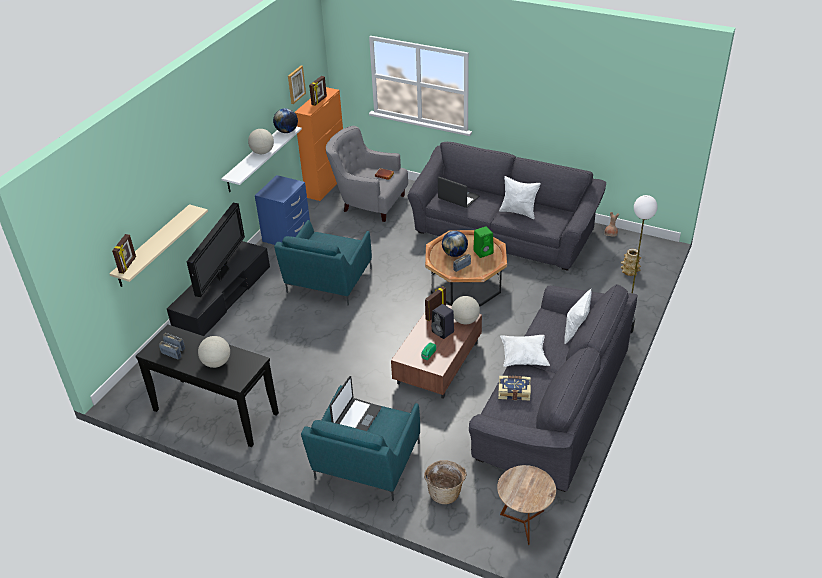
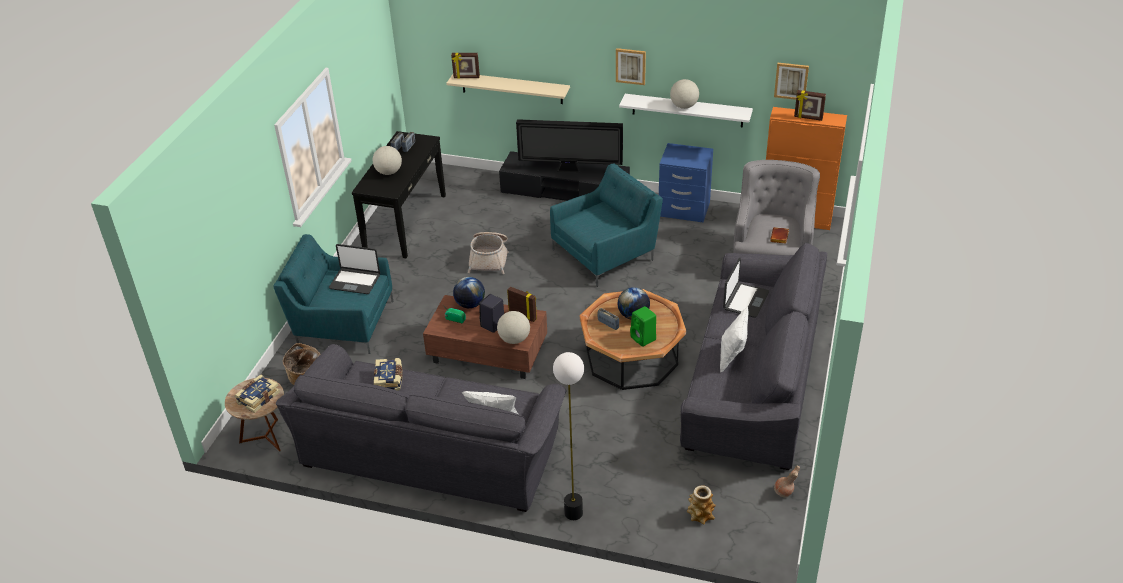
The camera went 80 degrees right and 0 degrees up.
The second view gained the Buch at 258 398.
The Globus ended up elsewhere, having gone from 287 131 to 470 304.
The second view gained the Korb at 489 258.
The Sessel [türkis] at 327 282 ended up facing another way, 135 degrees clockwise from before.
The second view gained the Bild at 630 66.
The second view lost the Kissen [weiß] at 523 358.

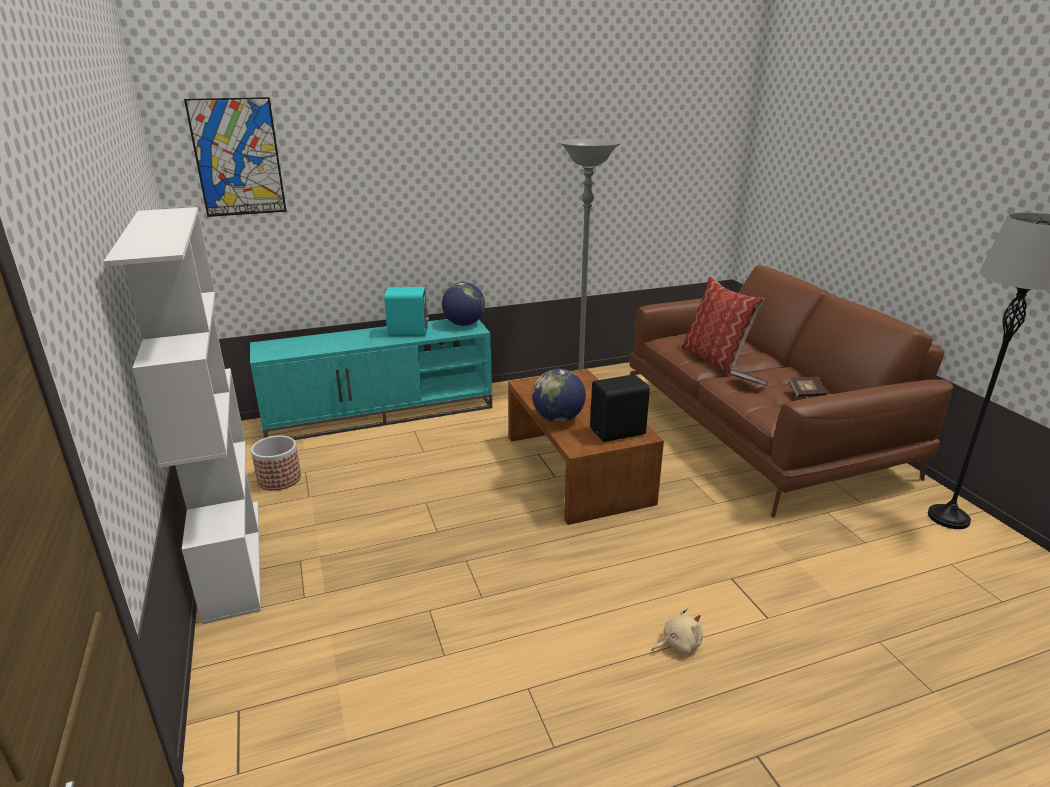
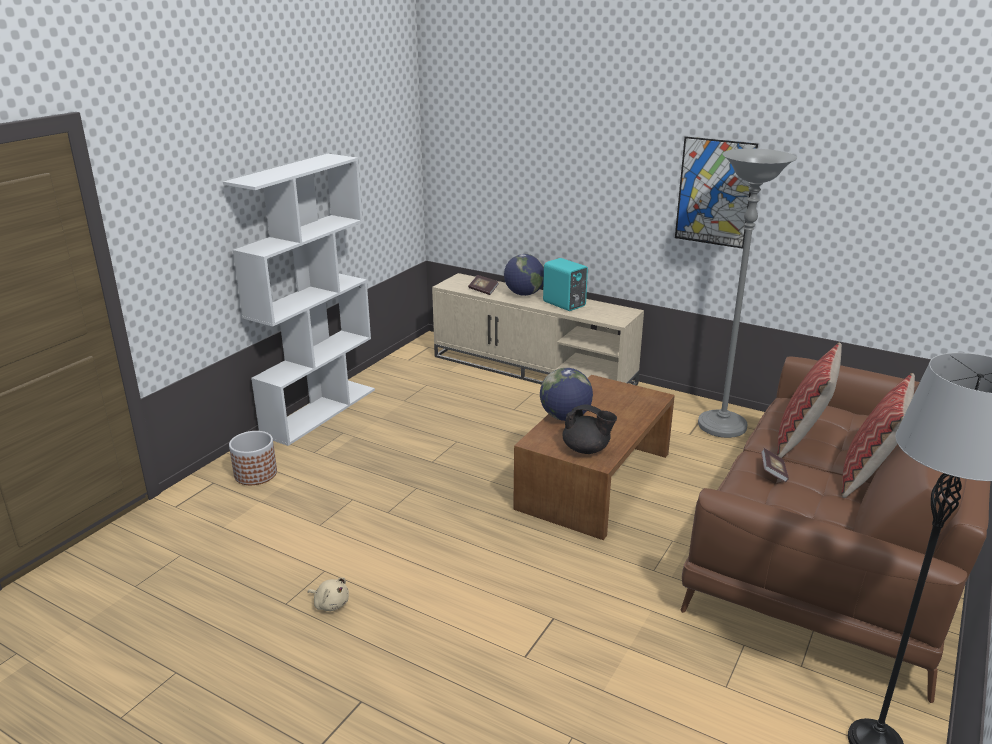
The camera went 50 degrees right and 0 degrees up.
The Pflanzkübel ended up elsewhere, having gone from 279 479 to 256 474.
The Plüschtier [beige] ended up elsewhere, having gone from 678 644 to 330 603.
What was the Fernsehschrank [türkis] at 381 413 turned into the Fernsehschrank [beige] at 534 370.
The Buch ended up elsewhere, having gone from 806 393 to 483 290.
The Globus ended up elsewhere, having gone from 464 324 to 524 294.
Where the Lautsprecher [schwarz] stood at 619 432, the Teekanne [schwarz] came to stand at 586 449.
The Bild ended up elsewhere, having gone from 237 157 to 714 192.
The second view gained the Kissen at 867 477.

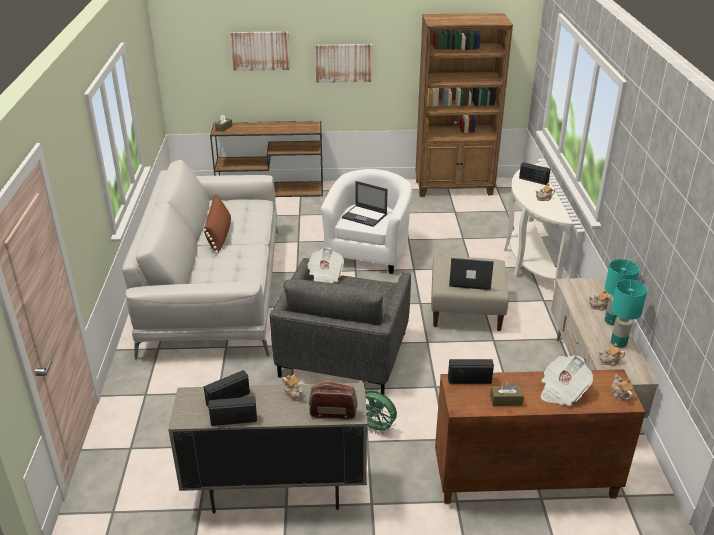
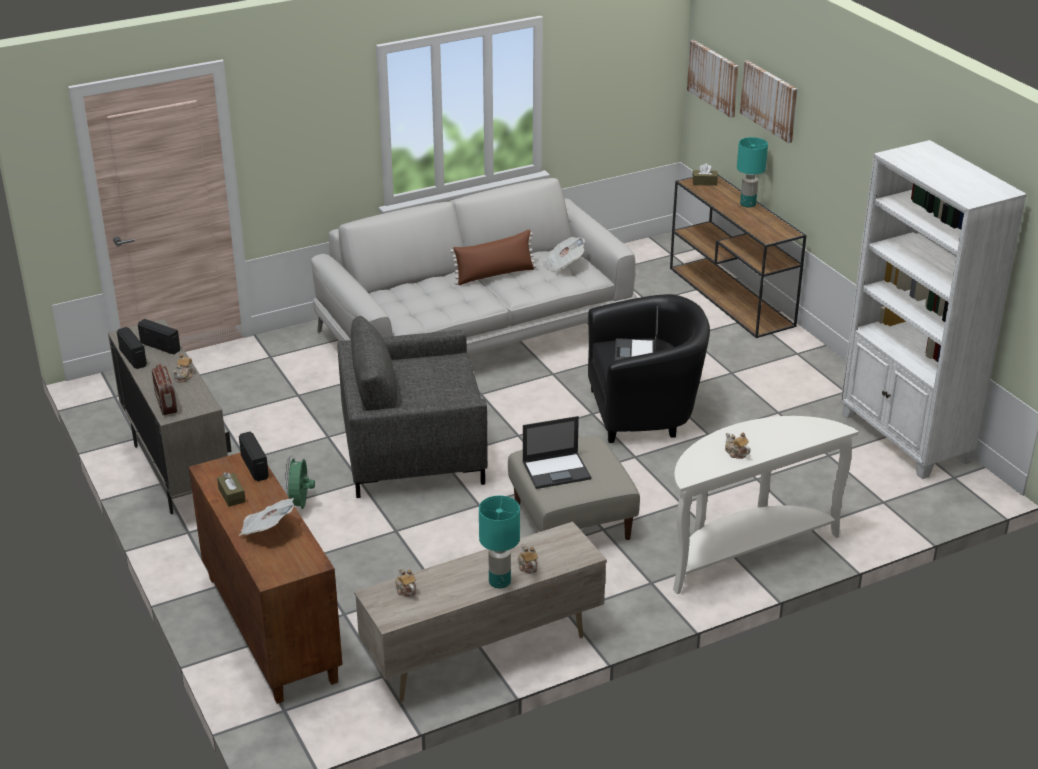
The camera went 65 degrees right and 0 degrees up.
The Laptop at 469 279 ended up facing another way, 90 degrees clockwise from before.
The Zeitung ended up elsewhere, having gone from 325 276 to 562 264.
What was the Sessel [weiß] at 369 252 turned into the Sessel [schwarz] at 645 412.
The Bild ended up elsewhere, having gone from 343 63 to 714 77.
The Tischlampe [türkis] ended up elsewhere, having gone from 619 343 to 748 204.
What was the Bücherregal [braun] at 454 188 turned into the Bücherregal [weiß] at 905 438.
The second view lost the Radio at 533 180.
The second view lost the Teekanne at 620 394.

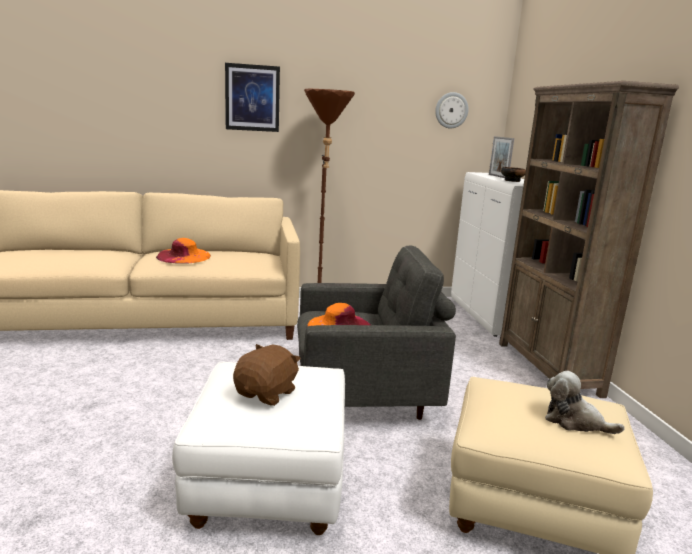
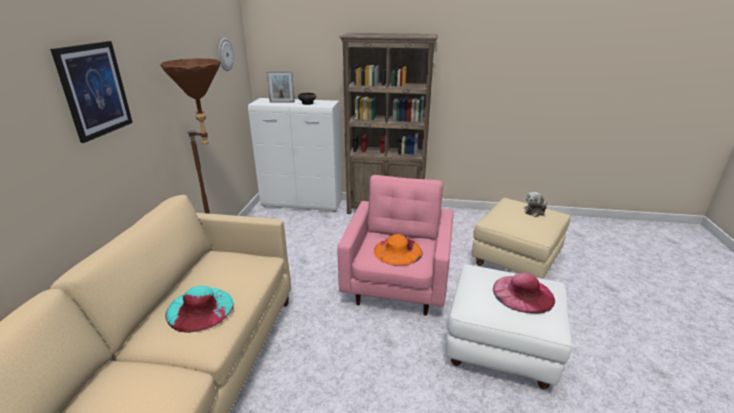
The camera went 70 degrees left and 10 degrees up.
What was the Hut [orange] at 184 256 turned into the Hut [türkis] at 200 309.
What was the Sessel [grau] at 365 395 turned into the Sessel [rosa] at 398 284.
Where the Plüschtier [braun] stood at 267 393, the Hut [rosa] came to stand at 523 293.

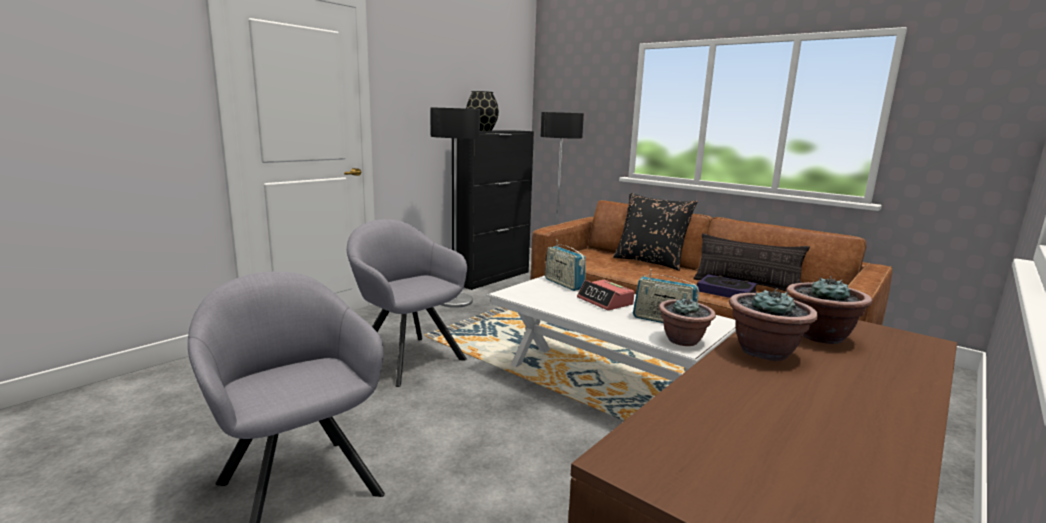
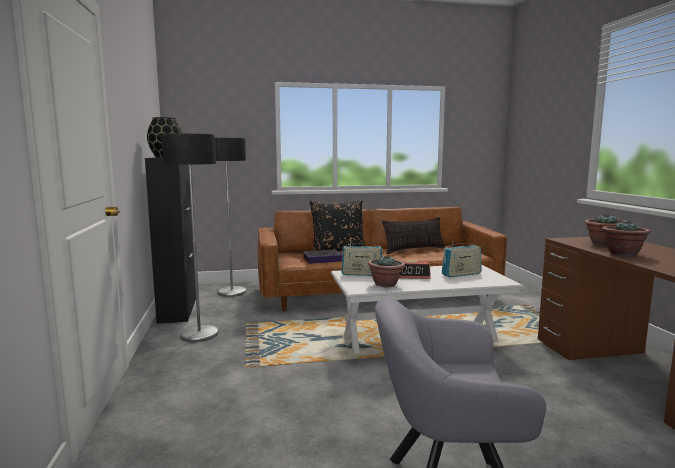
The camera went 50 degrees left and 5 degrees down.
The Buch ended up elsewhere, having gone from 726 291 to 322 259.
The Topfpflanze ended up elsewhere, having gone from 683 340 to 385 284.
The second view lost the Sessel [grau] at 406 357.

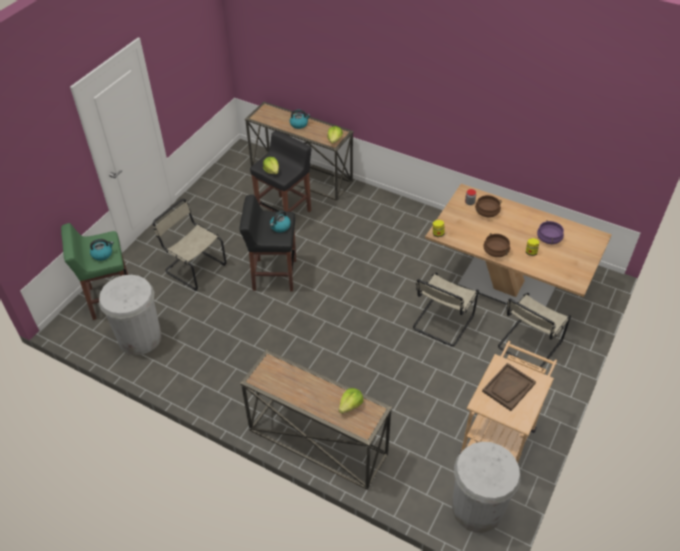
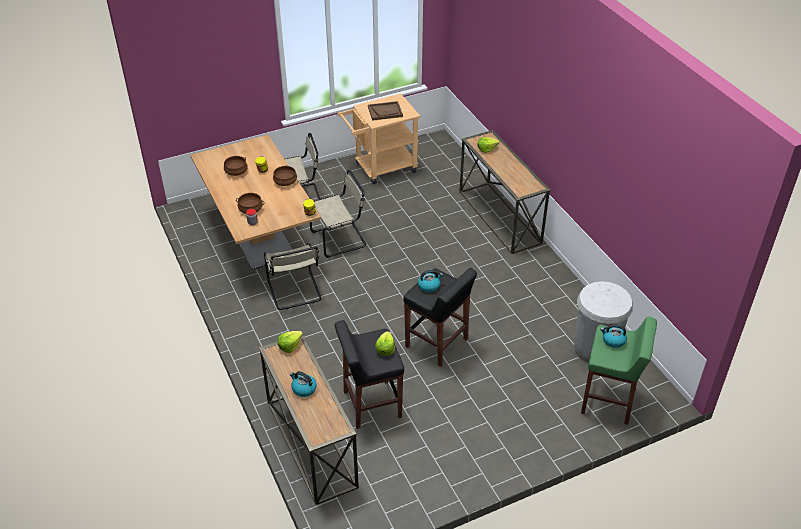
The camera went 145 degrees left and 5 degrees down.
What was the Kochtopf [lila] at 548 238 turned into the Kochtopf [braun] at 236 172.
The Stuhl [beige] ended up elsewhere, having gone from 194 267 to 295 292.
The second view lost the Mülleimer [weiß] at 477 508.

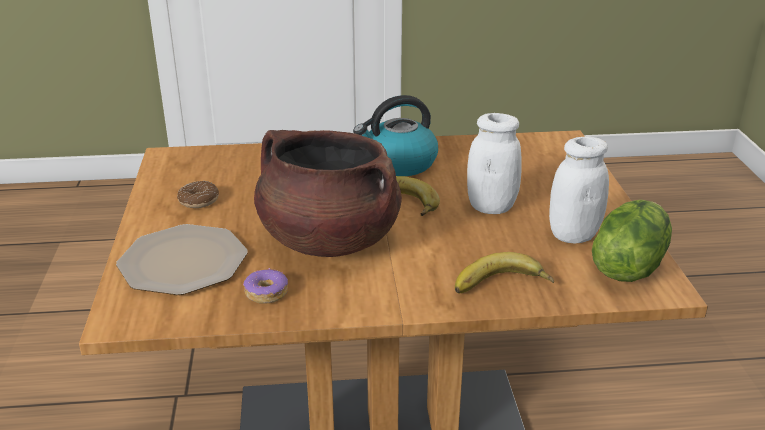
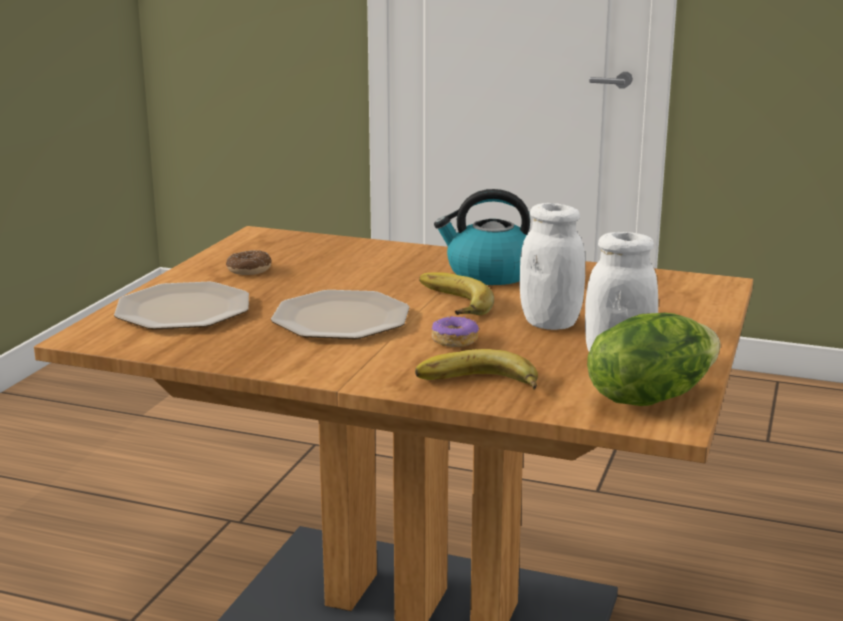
The camera went 25 degrees right and 10 degrees down.
Where the Kochtopf [braun] stood at 328 240, the Teller came to stand at 339 318.
The Donut ended up elsewhere, having gone from 266 293 to 454 340.

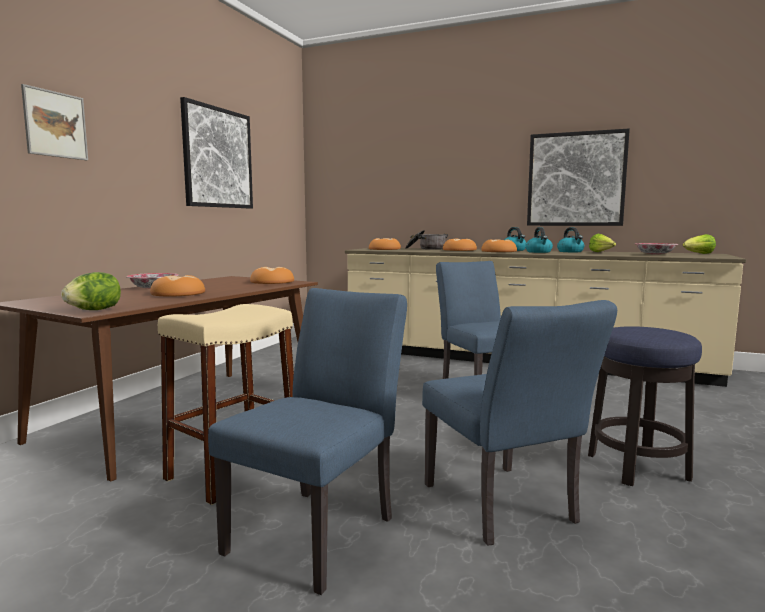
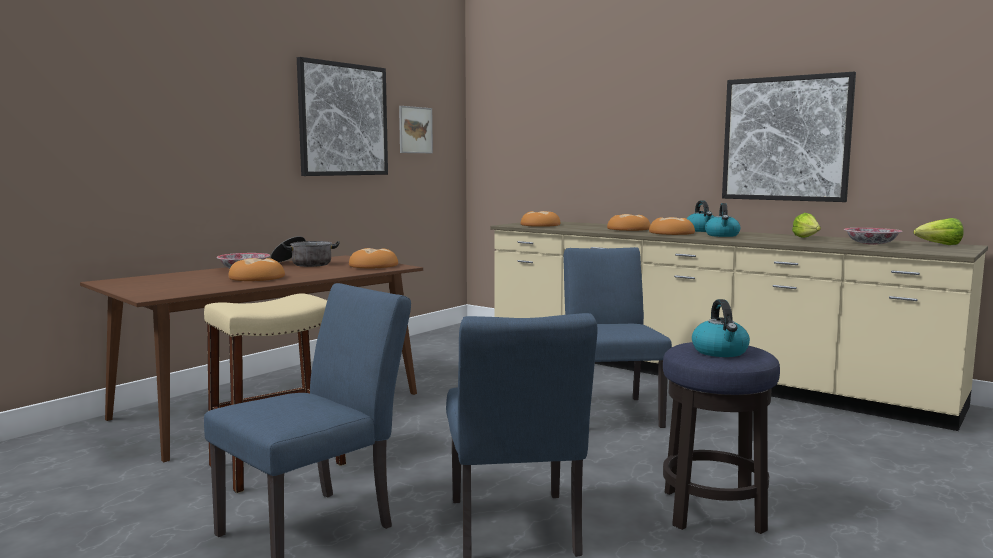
The camera went 15 degrees right and 0 degrees up.
The Kochtopf ended up elsewhere, having gone from 426 249 to 303 264.
The Bild ended up elsewhere, having gone from 55 124 to 415 130.
The Wasserkessel ended up elsewhere, having gone from 570 251 to 720 352.
The second view lost the Salatkopf at 94 310.

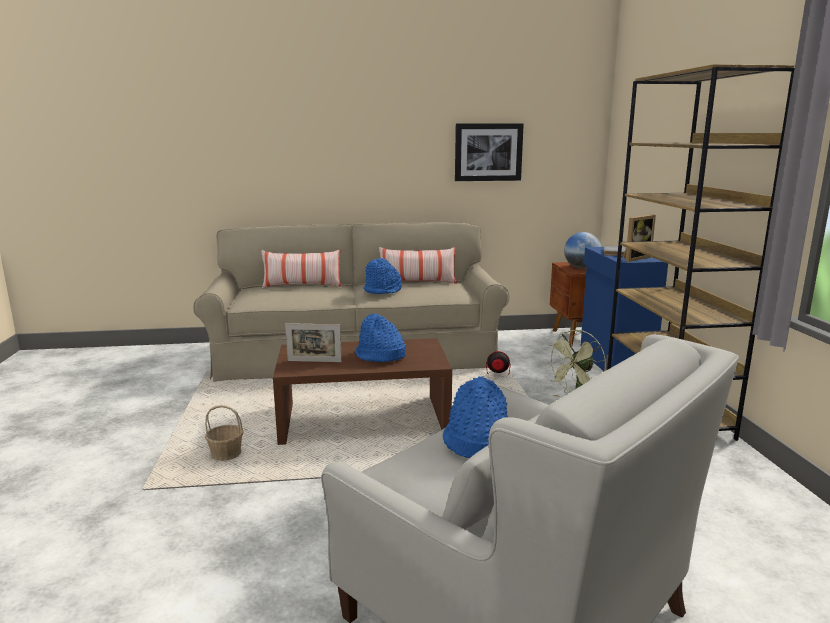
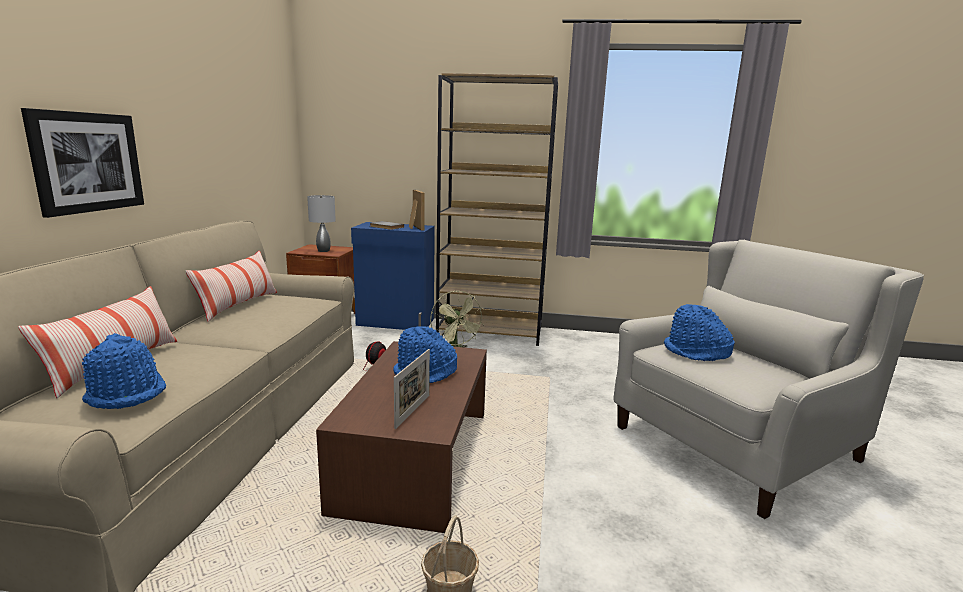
The camera went 75 degrees left and 0 degrees up.
The Bild ended up elsewhere, having gone from 488 152 to 87 162.
The Hut [blau] ended up elsewhere, having gone from 383 290 to 126 393.
Where the Globus stood at 581 268, the Tischlampe [grau] came to stand at 324 250.

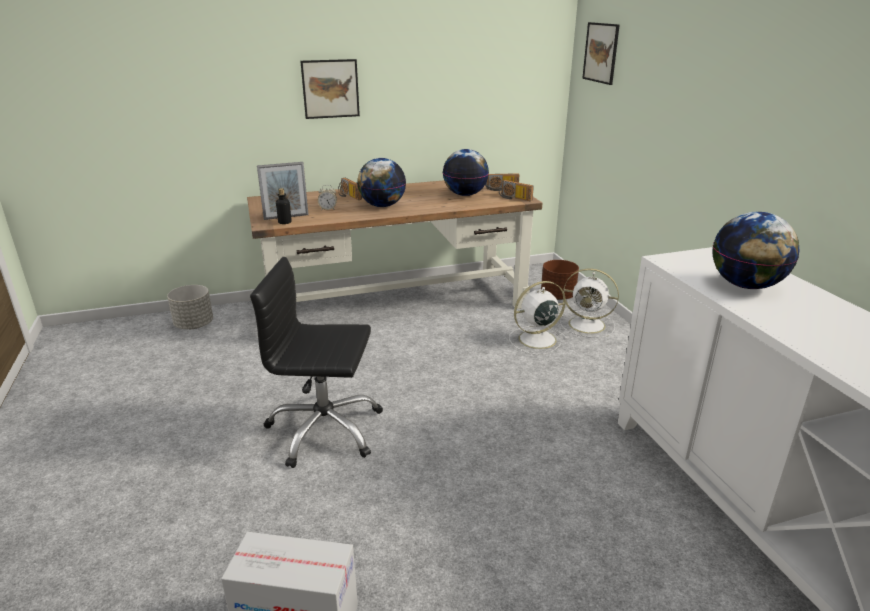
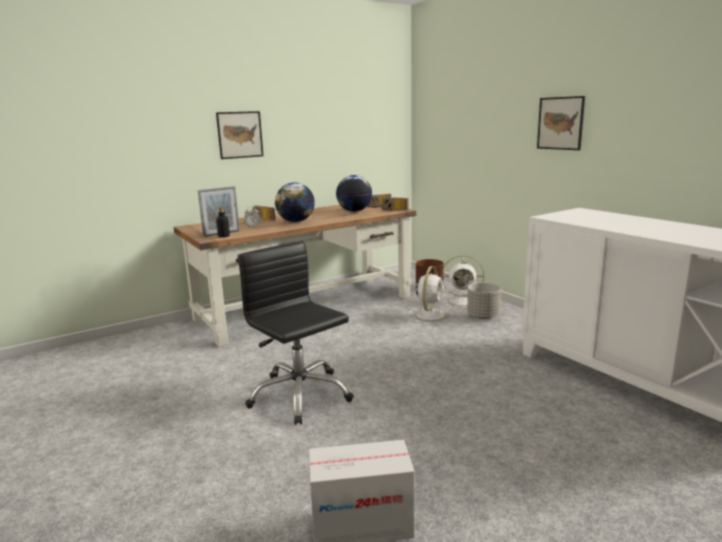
The camera went 15 degrees left and 10 degrees down.
The Bürostuhl [schwarz] at 325 430 ended up facing another way, 60 degrees clockwise from before.
The Ventilator [weiß] at 535 340 ended up facing another way, 150 degrees clockwise from before.
The Pflanzkübel [grau] ended up elsewhere, having gone from 194 325 to 483 316.
The Bild ended up elsewhere, having gone from 601 53 to 560 123.
The second view lost the Globus at 745 285.

